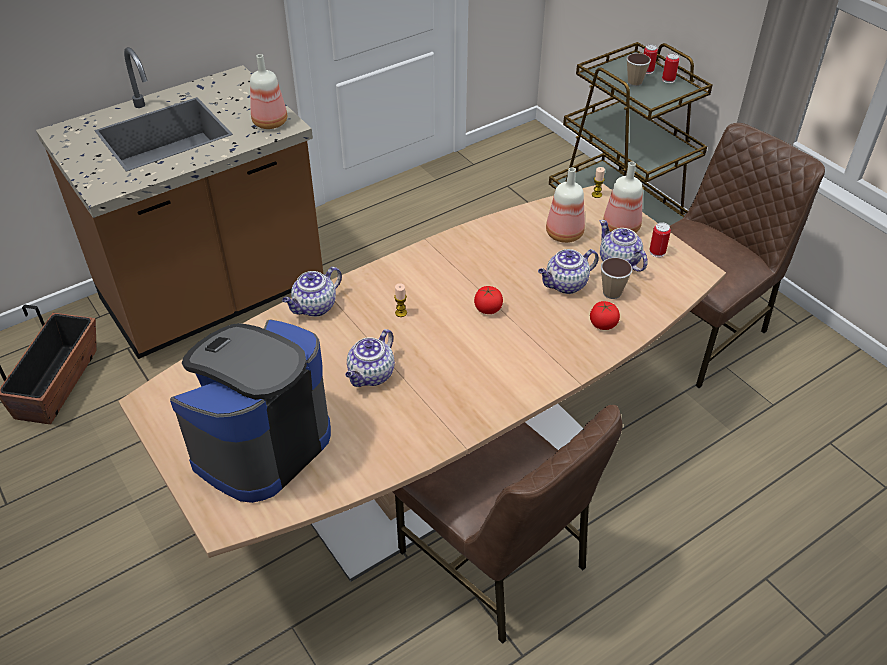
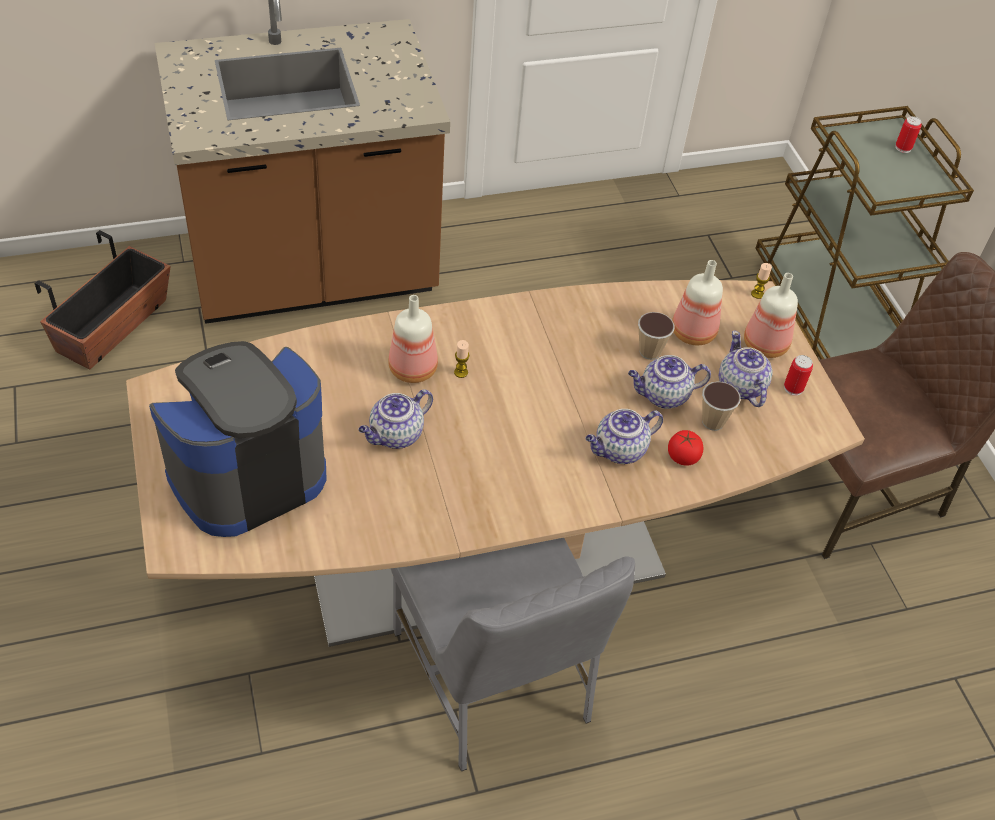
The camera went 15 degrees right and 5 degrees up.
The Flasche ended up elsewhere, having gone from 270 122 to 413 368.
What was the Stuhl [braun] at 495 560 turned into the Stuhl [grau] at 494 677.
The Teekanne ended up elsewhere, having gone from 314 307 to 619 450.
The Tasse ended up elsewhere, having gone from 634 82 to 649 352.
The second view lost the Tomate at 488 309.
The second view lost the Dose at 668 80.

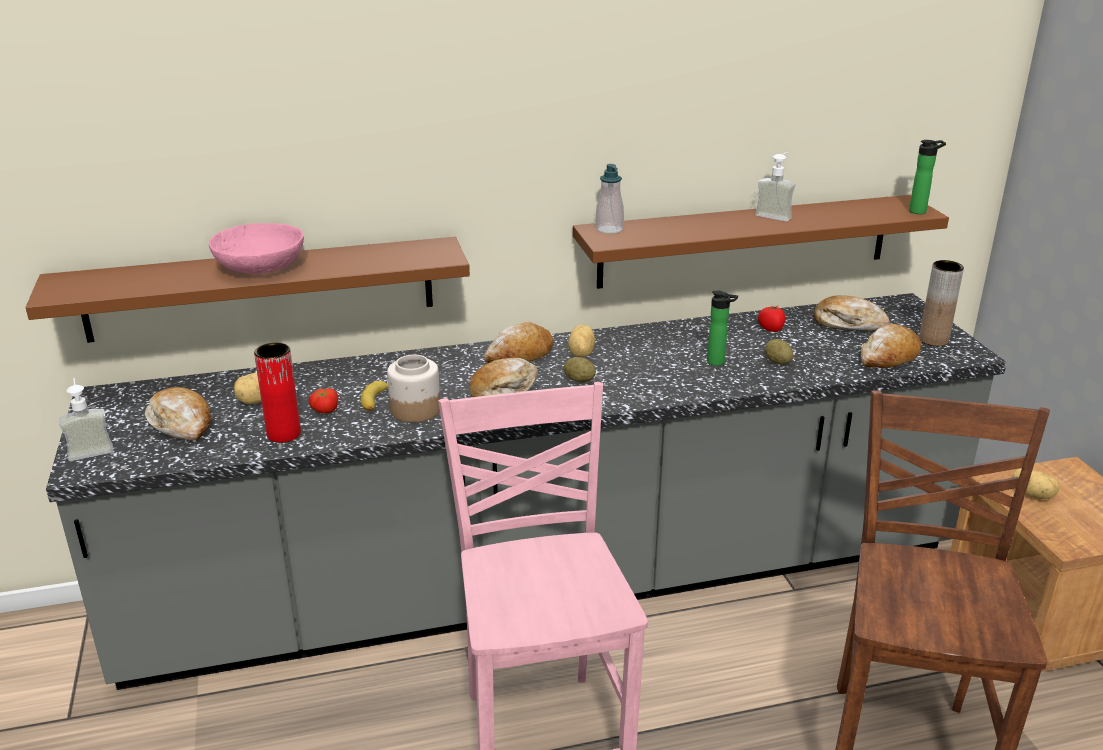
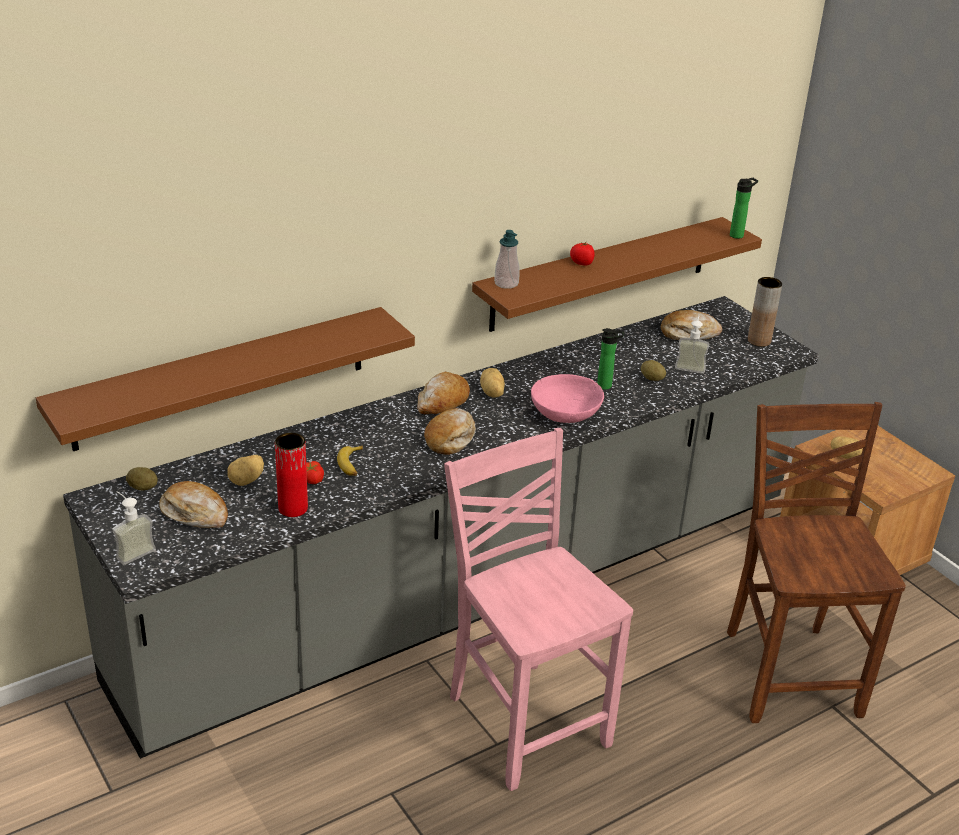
The camera went 20 degrees left and 5 degrees up.
The Kartoffel ended up elsewhere, having gone from 579 380 to 142 487.
The Schüssel [rosa] ended up elsewhere, having gone from 260 268 to 564 414.
The Tomate ended up elsewhere, having gone from 771 329 to 582 263.
The Seifenspender ended up elsewhere, having gone from 776 214 to 690 366.
The second view lost the Vorratsglas at 414 410.
The second view lost the Brot at 888 357.

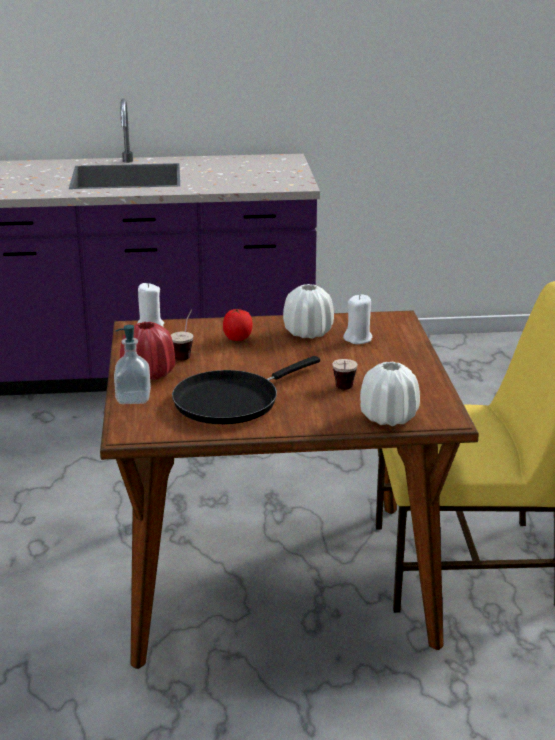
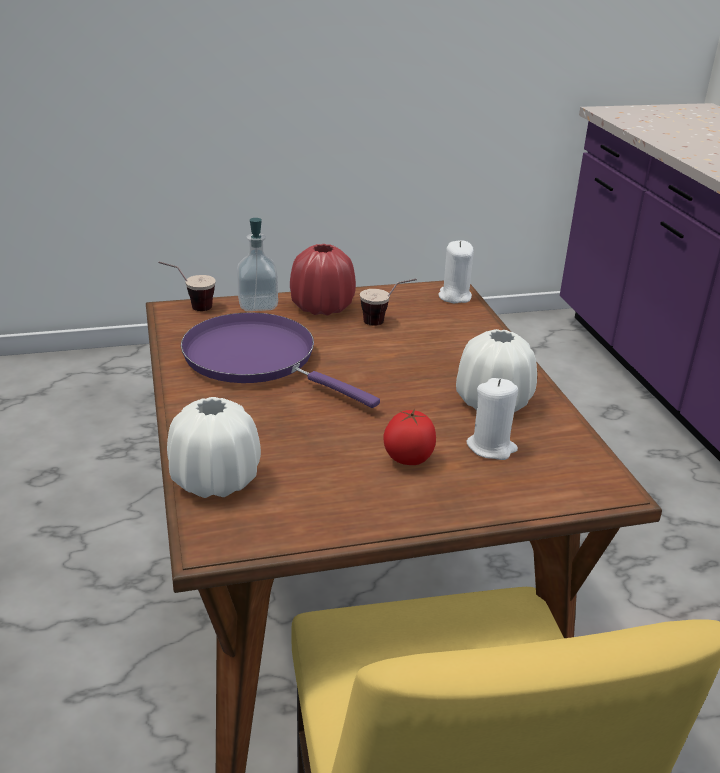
The camera went 80 degrees right and 5 degrees up.
The Tasse ended up elsewhere, having gone from 344 391 to 189 307.
What was the Pfanne [schwarz] at 231 401 turned into the Pfanne [lila] at 257 359.
The Tomate ended up elsewhere, having gone from 238 339 to 407 460.

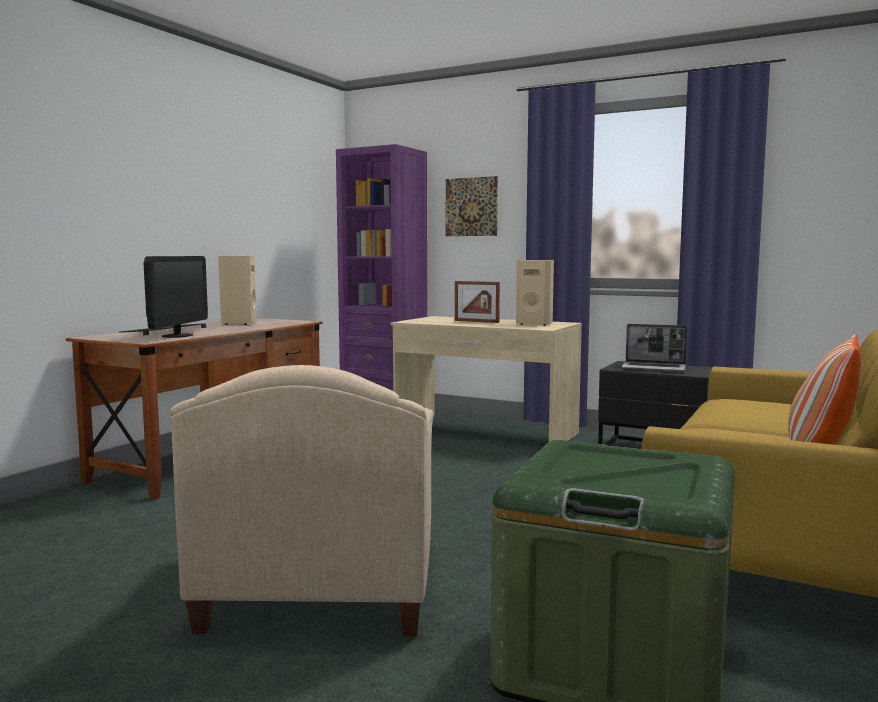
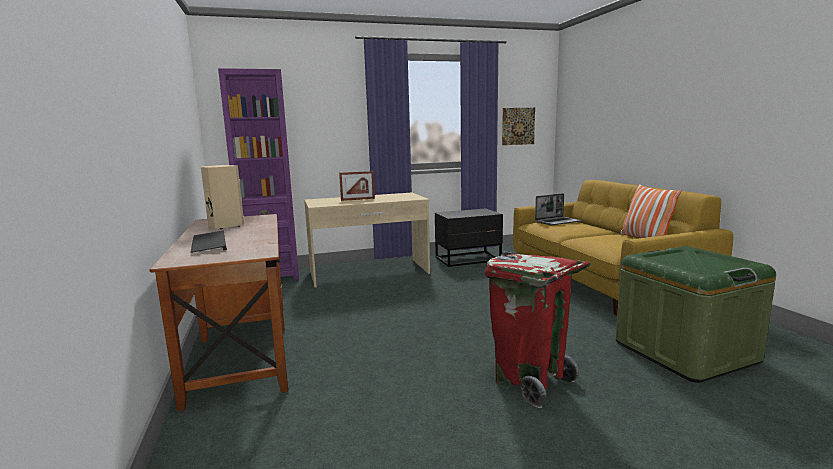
The camera went 45 degrees left and 5 degrees up.
Where the Sessel [beige] stood at 323 584, the Mülleimer [rot] came to stand at 530 382.
The Bild ended up elsewhere, having gone from 471 207 to 518 126.
The Laptop ended up elsewhere, having gone from 654 368 to 557 222.
The second view lost the Monitor at 177 336.
The second view lost the Lautsprecher [beige] at 535 324.

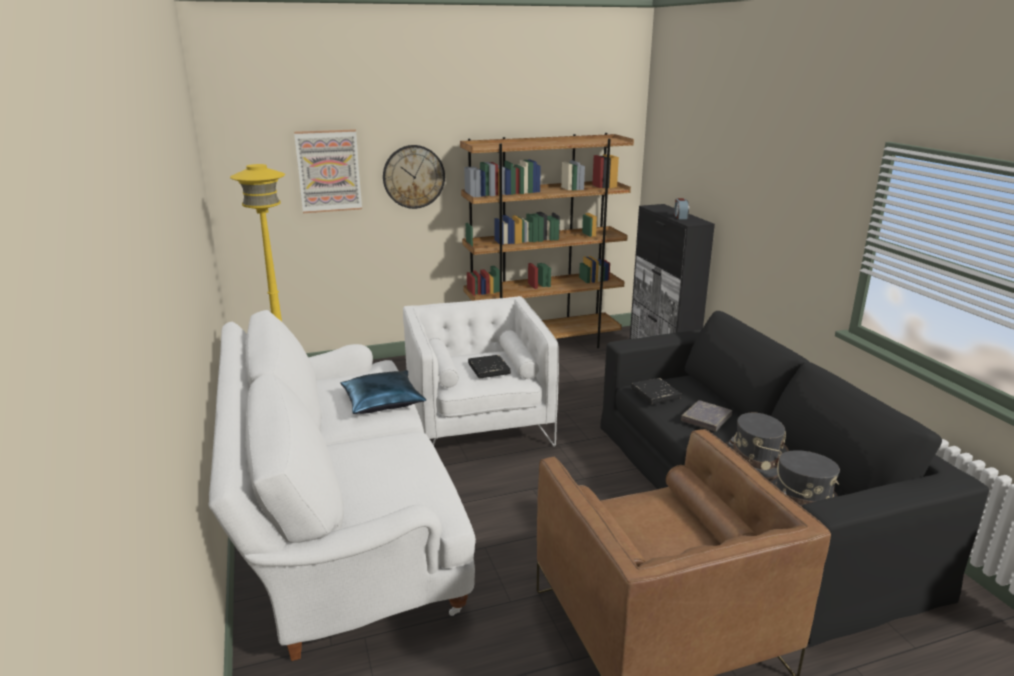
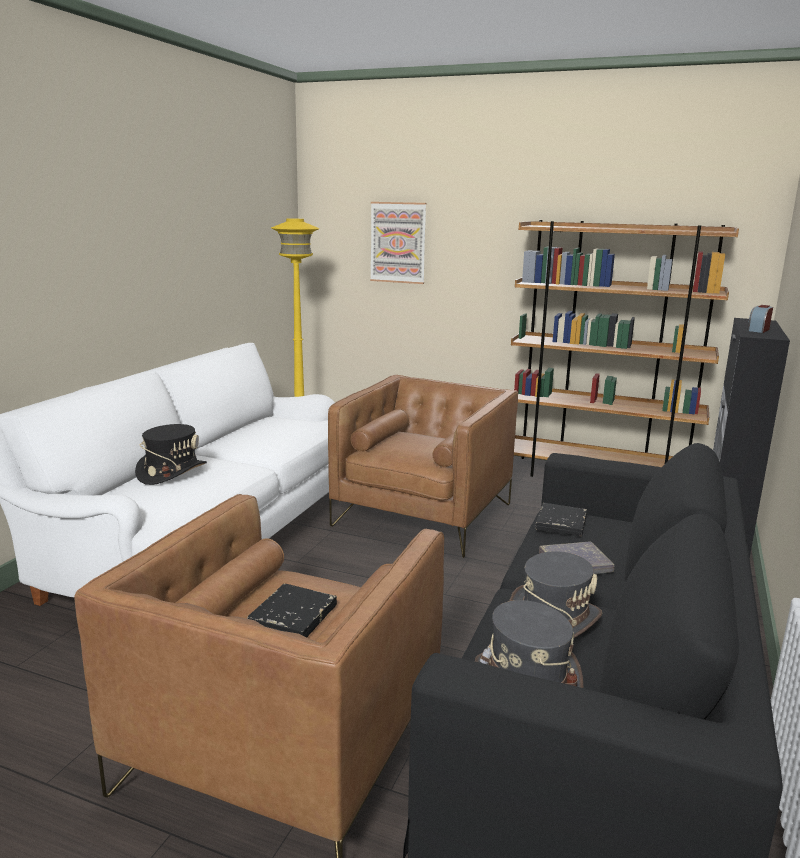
The camera went 40 degrees right and 5 degrees down.
The second view gained the Hut [schwarz] at 172 472.
The Buch [schwarz] ended up elsewhere, having gone from 489 369 to 293 617.
What was the Sessel [weiß] at 478 424 turned into the Sessel [braun] at 423 515.
The second view lost the Kissen [blau] at 382 401.
The second view lost the Wanduhr at 413 176.

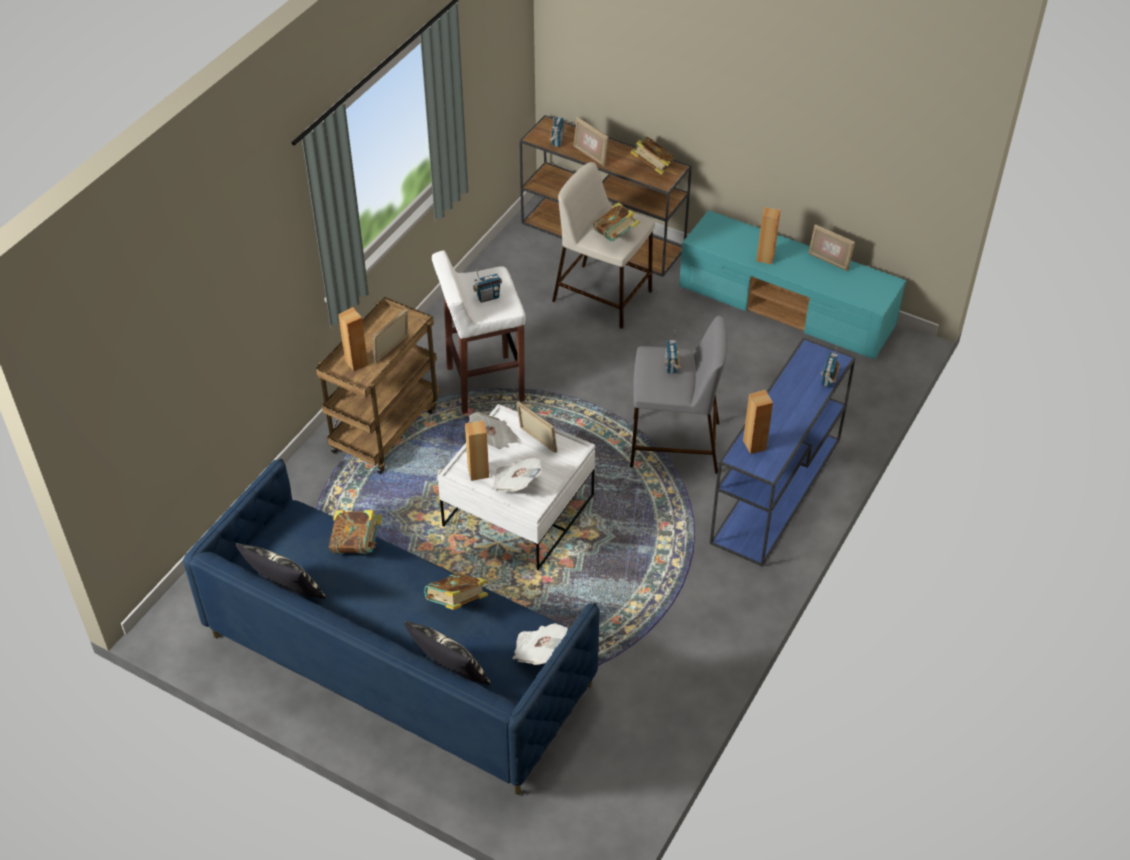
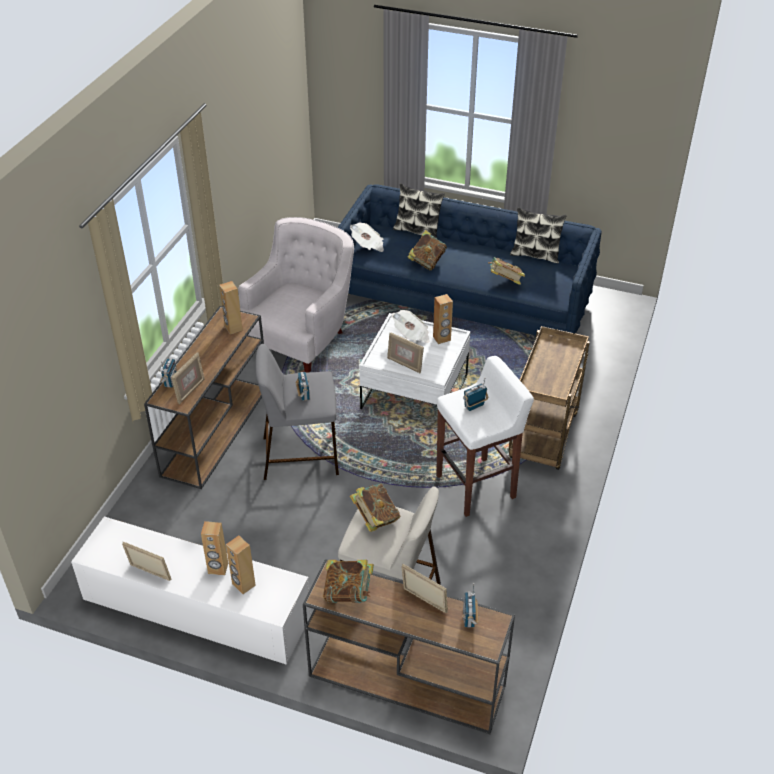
The camera went 170 degrees right and 5 degrees down.
What was the Fernsehschrank [türkis] at 787 308 turned into the Fernsehschrank [weiß] at 195 610.
What was the Konsolentisch [blau] at 776 492 turned into the Konsolentisch [braun] at 216 429.
The Bilderrahmen ended up elsewhere, having gone from 392 350 to 190 391.
The Lautsprecher [braun] ended up elsewhere, having gone from 356 362 to 243 585.
The second view gained the Sessel [weiß] at 300 336.
The second view lost the Zeitung at 494 440.

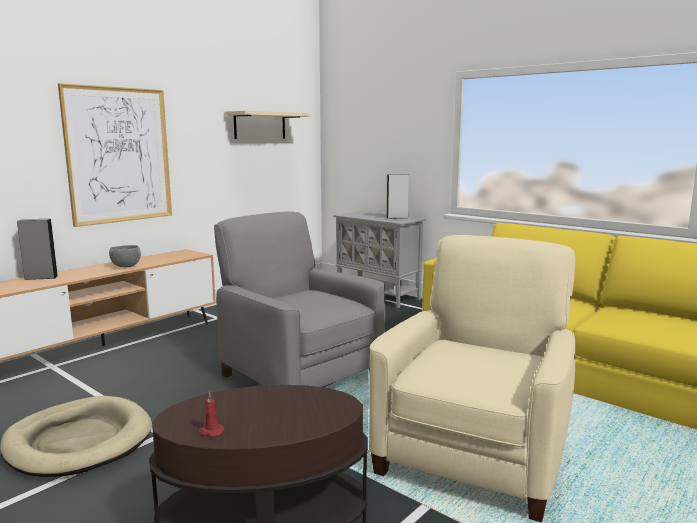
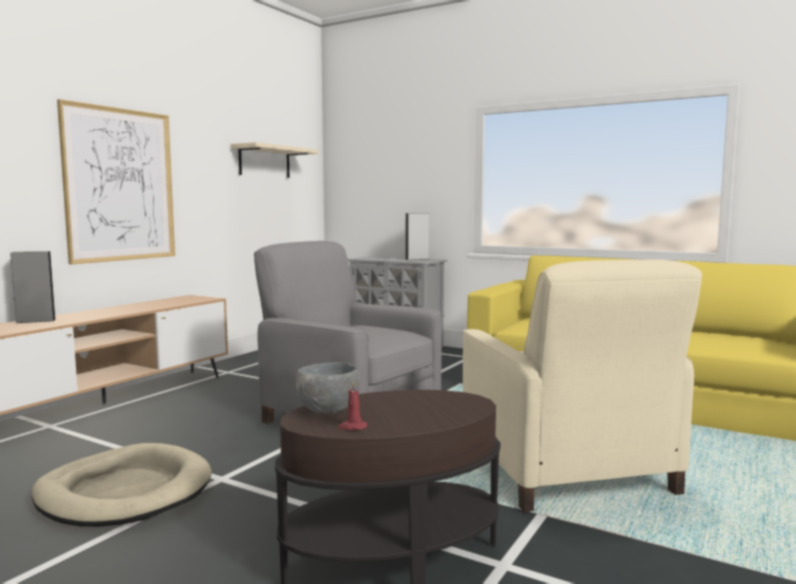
The camera went 10 degrees left and 5 degrees down.
The Schüssel [grau] ended up elsewhere, having gone from 126 267 to 329 411.
The Sessel [beige] at 474 454 ended up facing another way, 150 degrees clockwise from before.

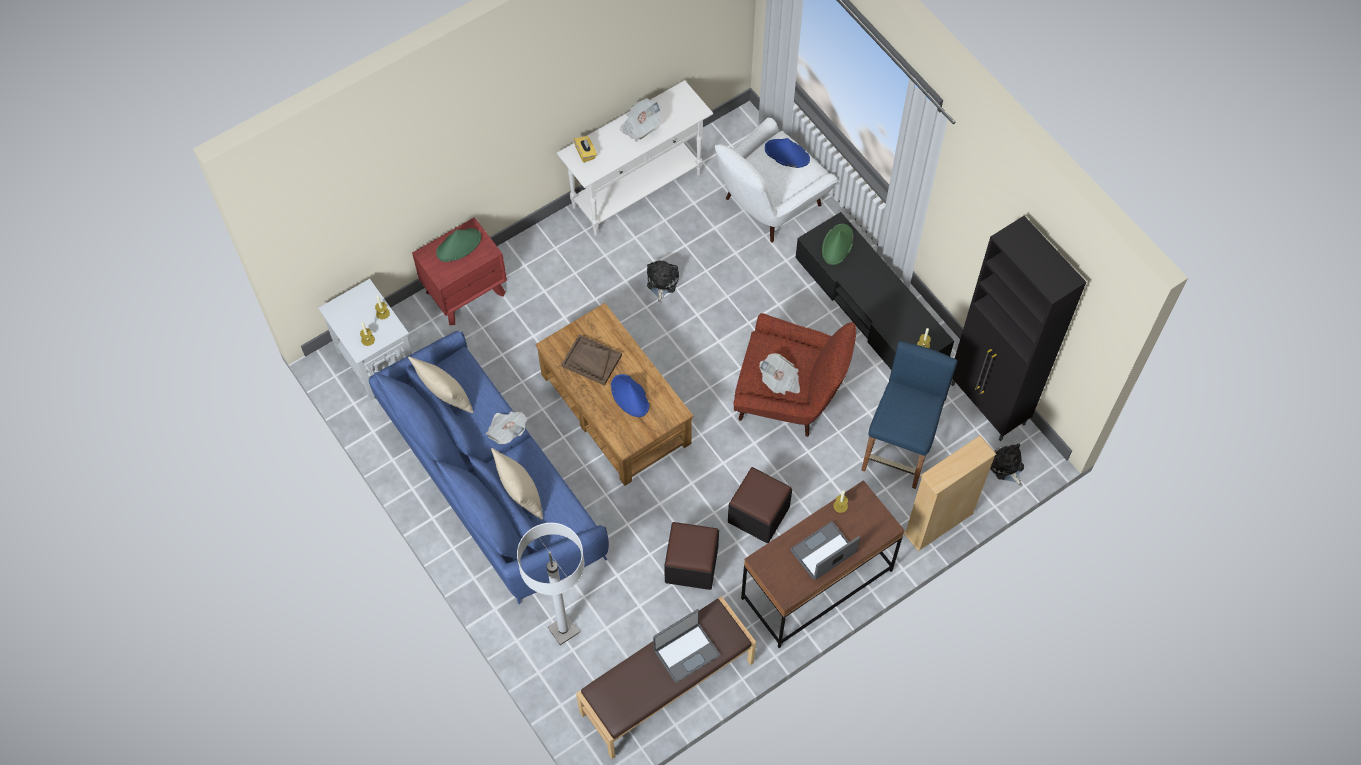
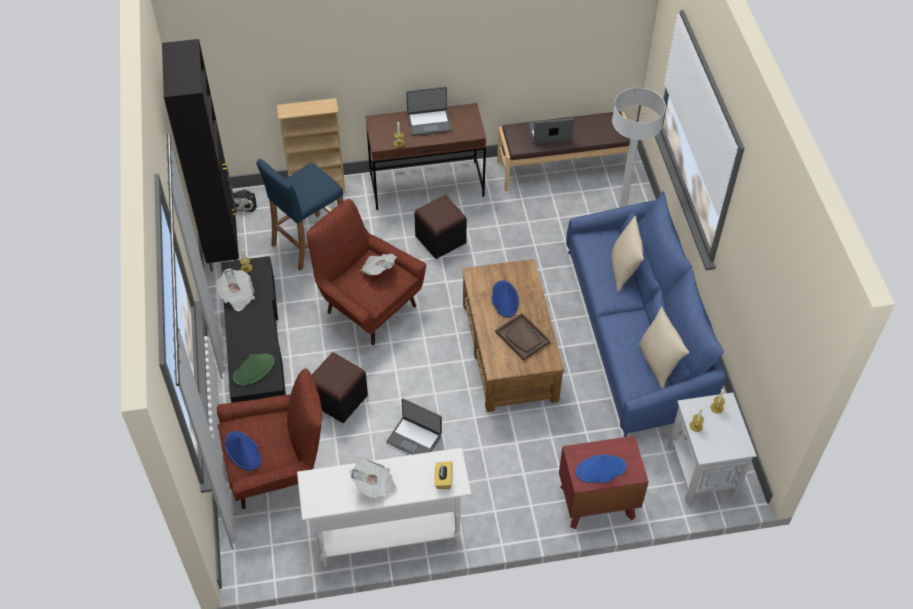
The camera went 155 degrees left and 10 degrees down.
The Zeitung ended up elsewhere, having gone from 507 431 to 237 296.
What was the Sessel [weiß] at 768 205 turned into the Sessel [rot] at 277 469.
The Polsterhocker [schwarz] ended up elsewhere, having gone from 691 565 to 339 399.
Where the Plüschtier stood at 661 282, the Laptop came to stand at 414 438.
What was the Hut [grün] at 459 245 turned into the Hut [blau] at 600 470.

